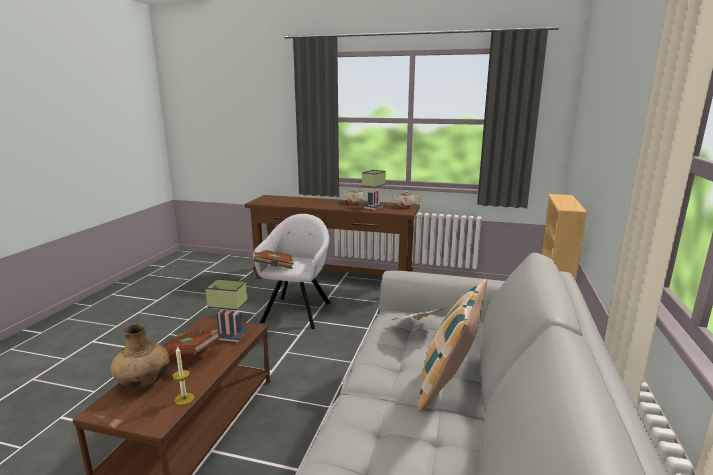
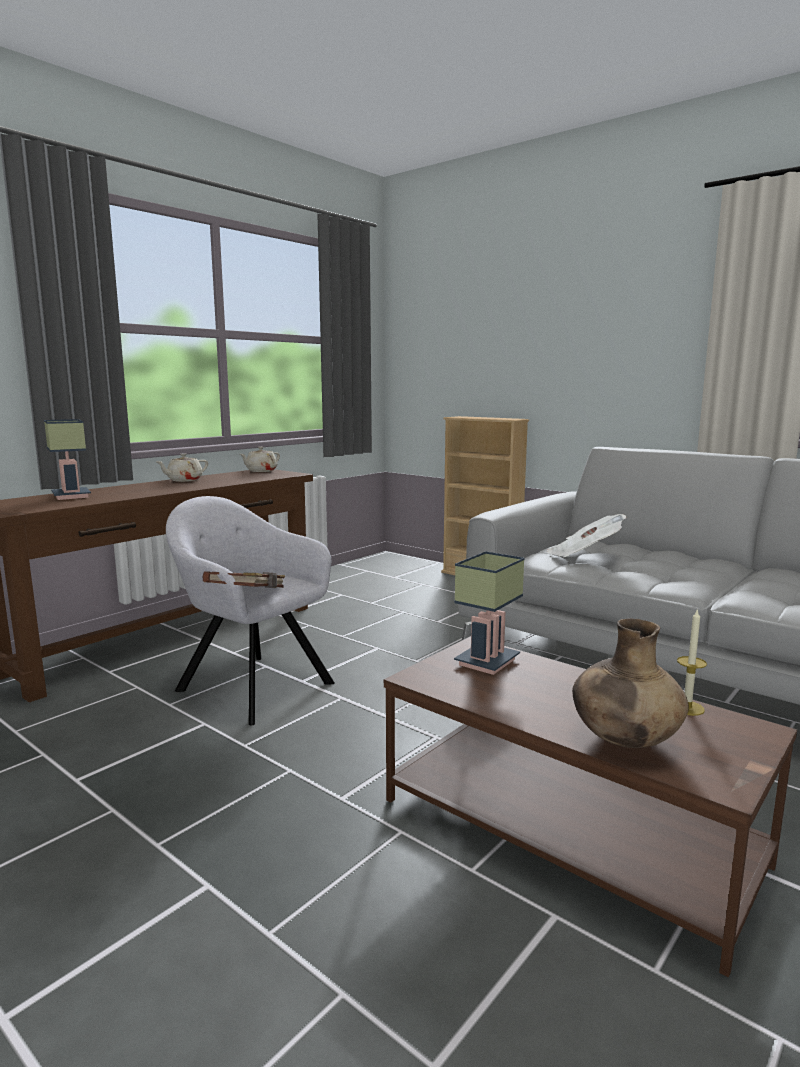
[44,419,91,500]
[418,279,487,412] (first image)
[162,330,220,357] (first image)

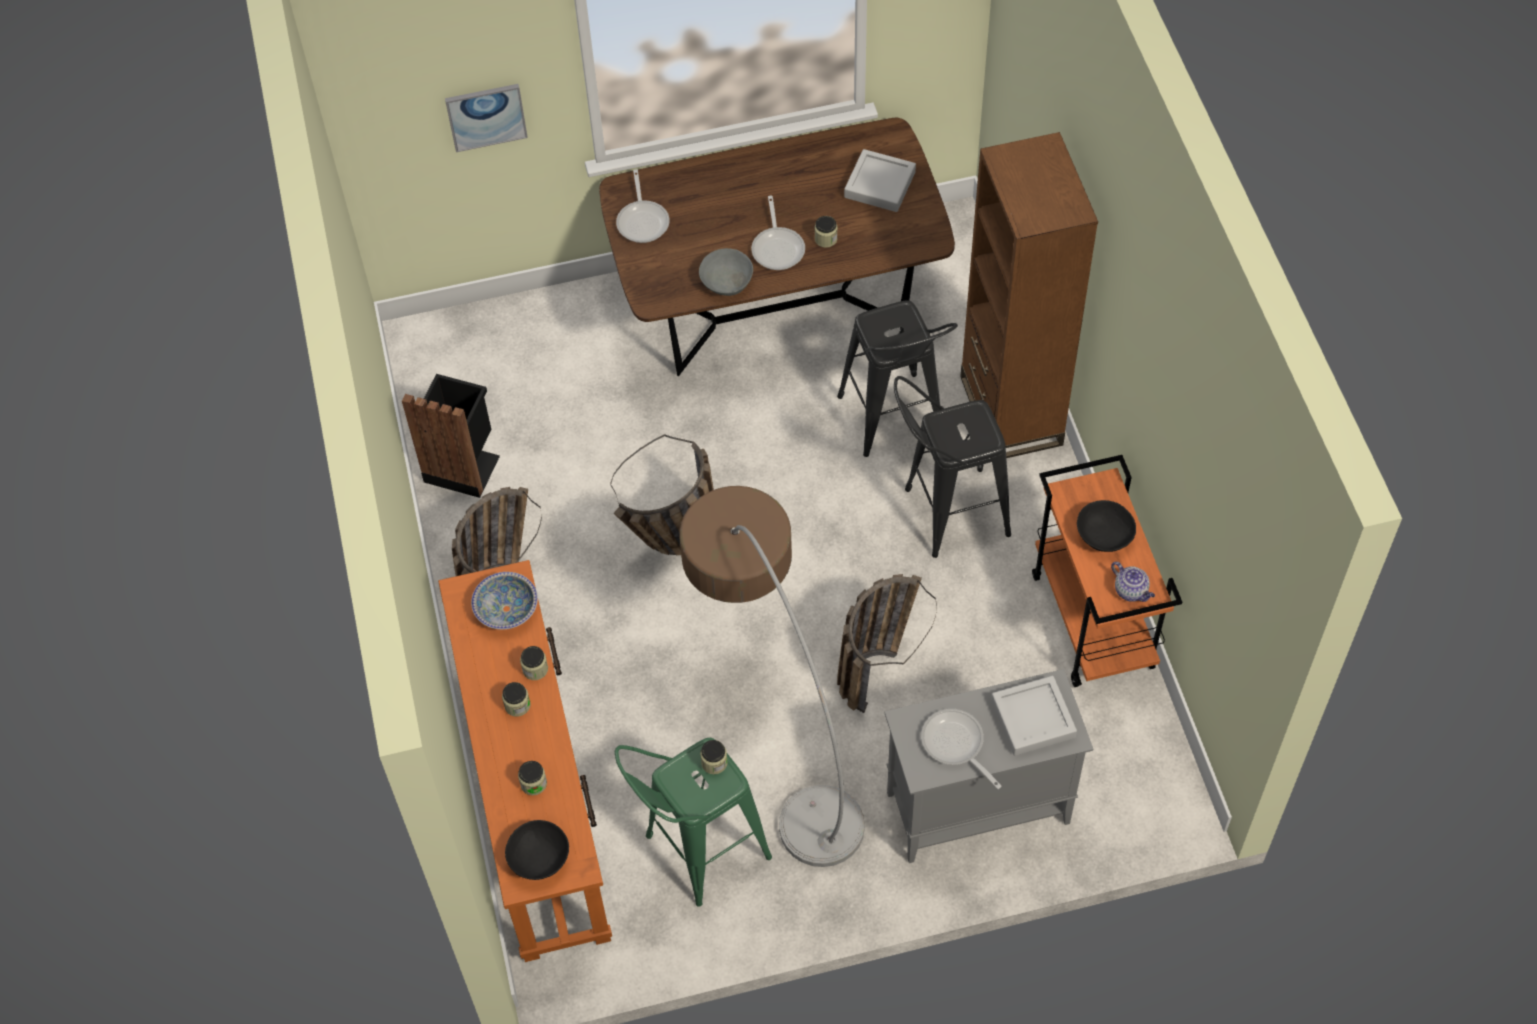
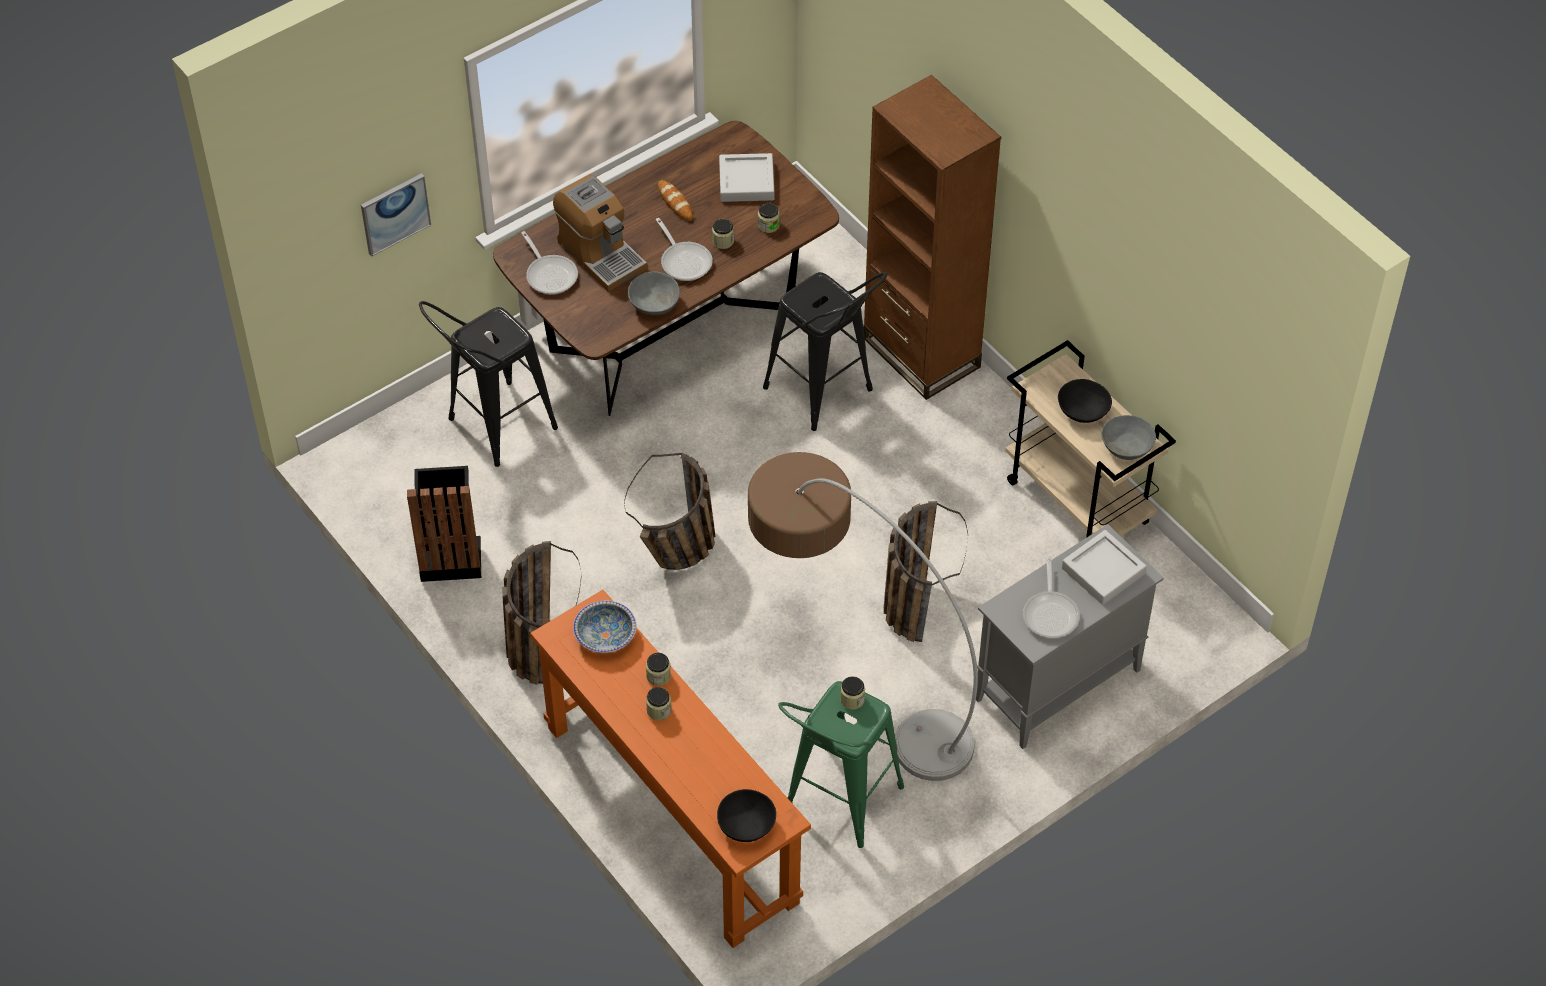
[419,301,558,467]
[1005,340,1176,538]
[1101,415,1156,460]
[1023,556,1080,638]
[758,203,780,233]
[553,174,648,292]
[658,180,693,221]

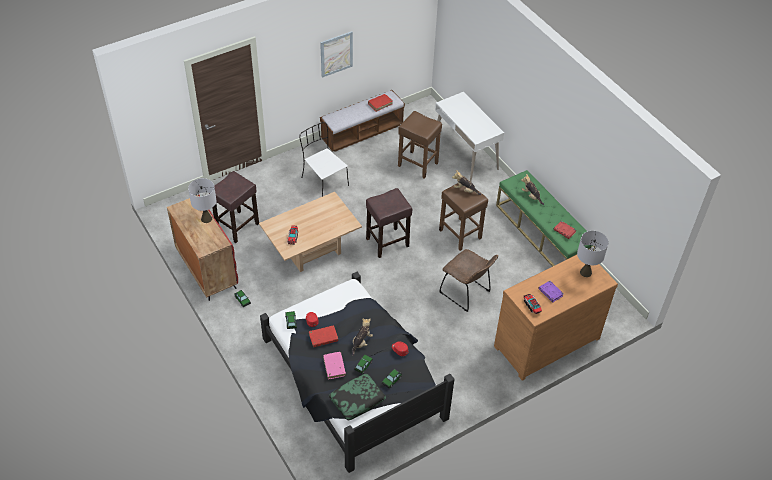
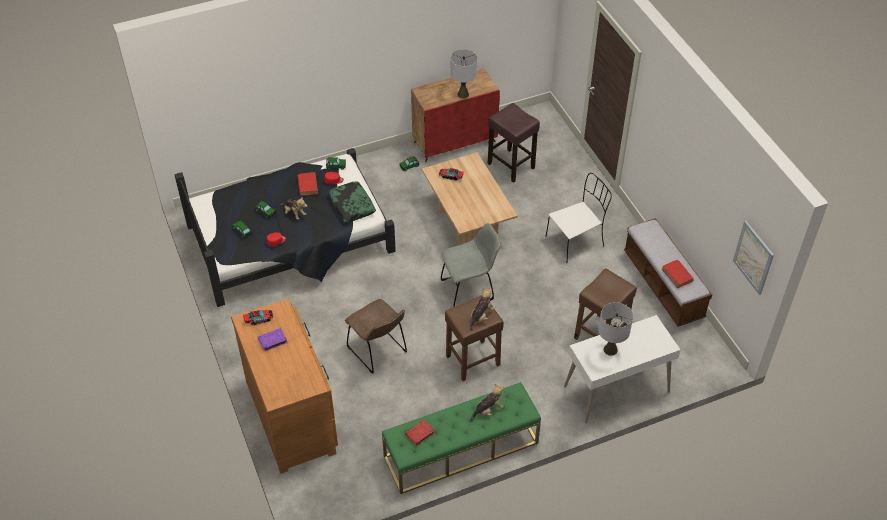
[733,221,774,295]
[441,223,500,307]
[598,302,633,356]
[345,299,407,374]
[323,352,346,379] (first image)
[327,182,376,222]

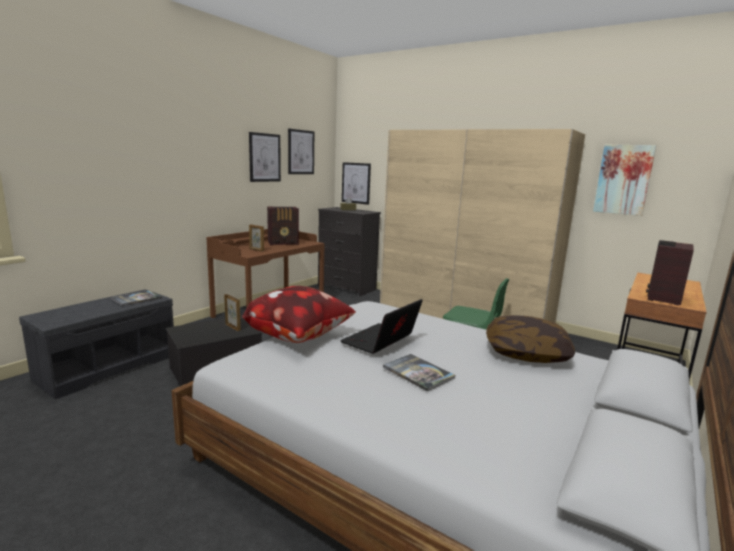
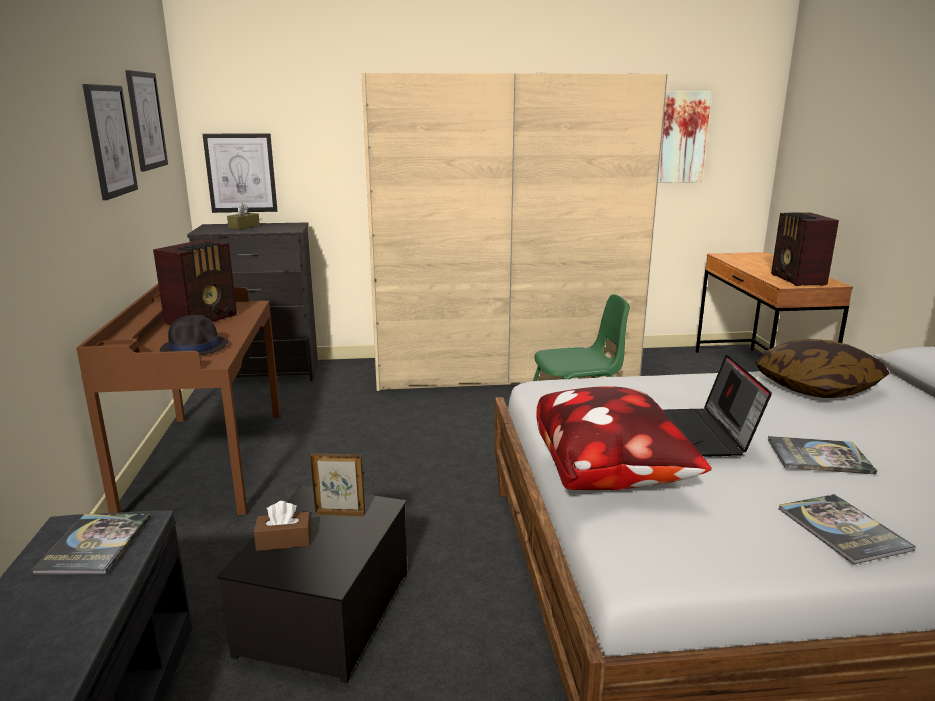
[160,315,228,356]
[779,494,916,564]
[254,501,311,551]

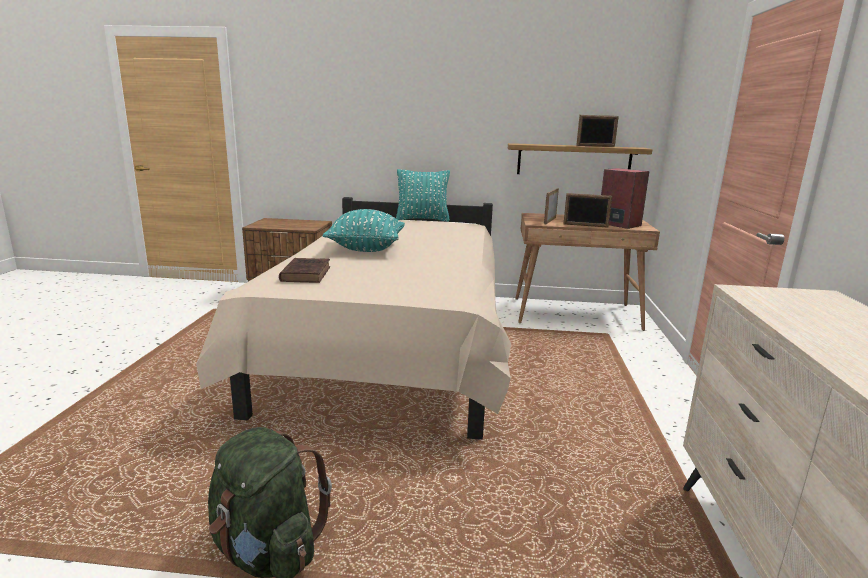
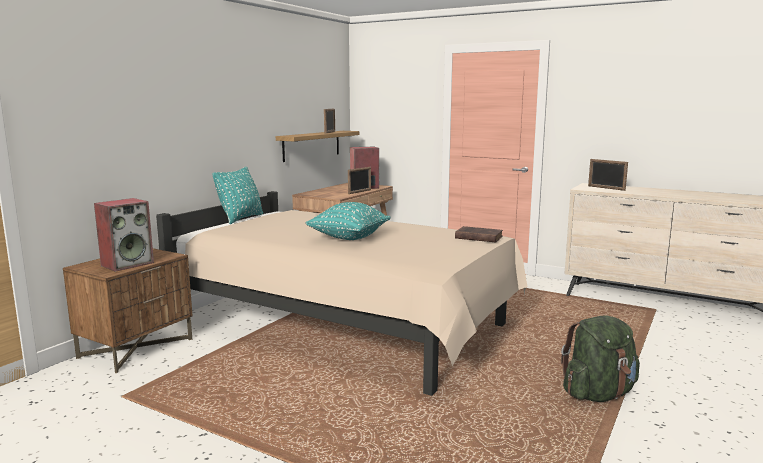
[588,159,628,191]
[455,226,503,243]
[94,198,154,272]

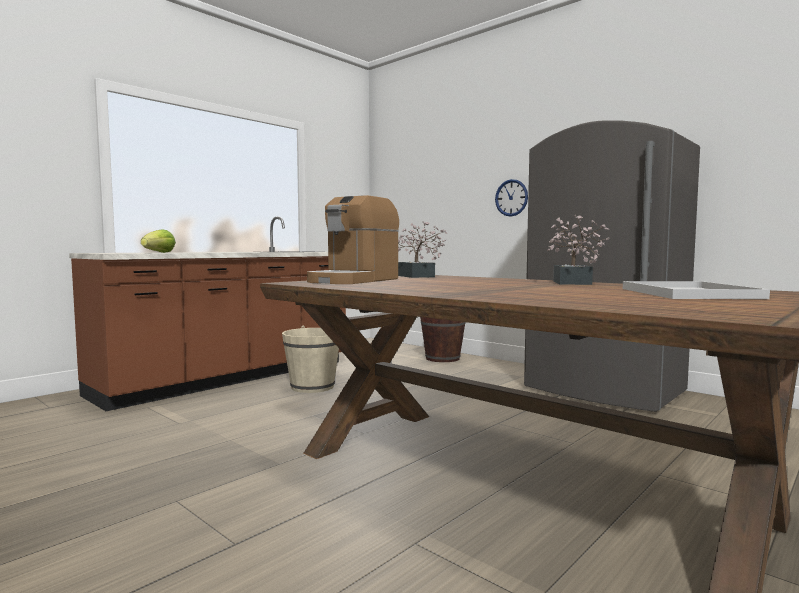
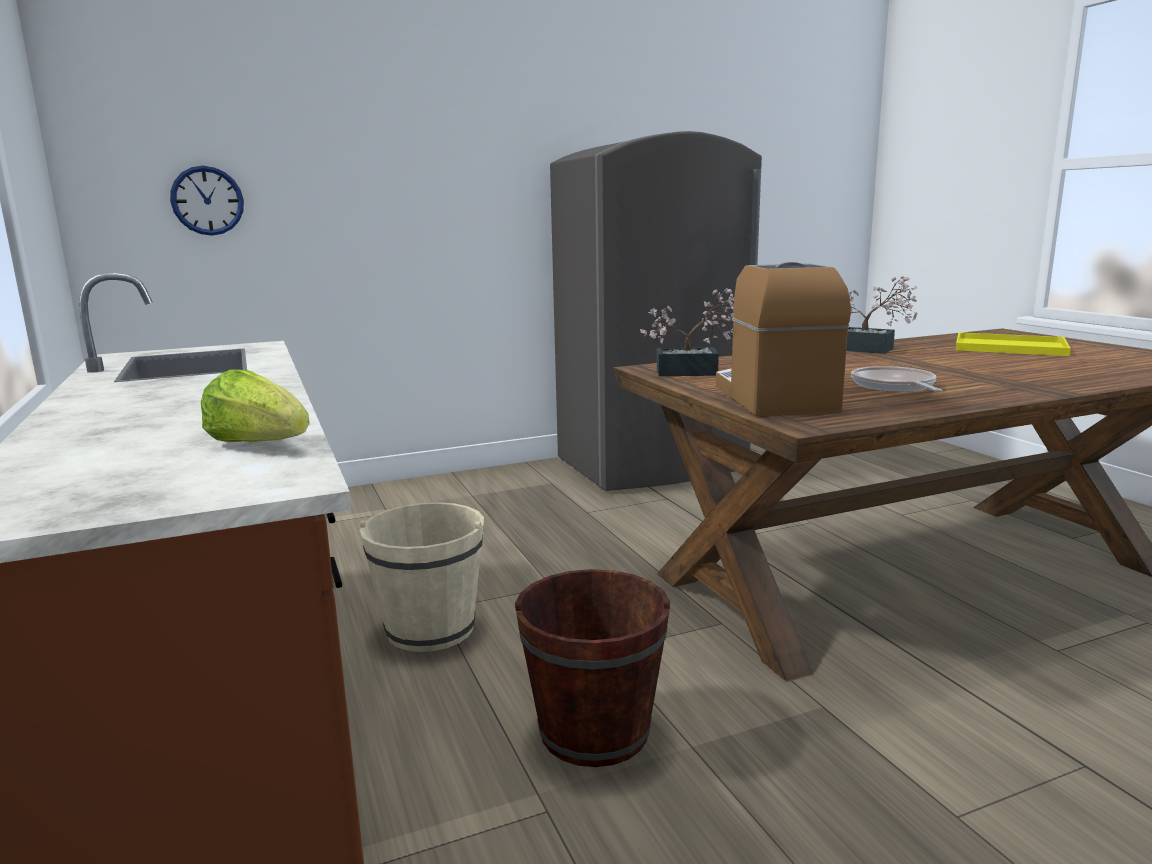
[170,166,244,236]
[716,262,851,416]
[955,332,1071,356]
[515,569,670,767]
[851,366,942,392]

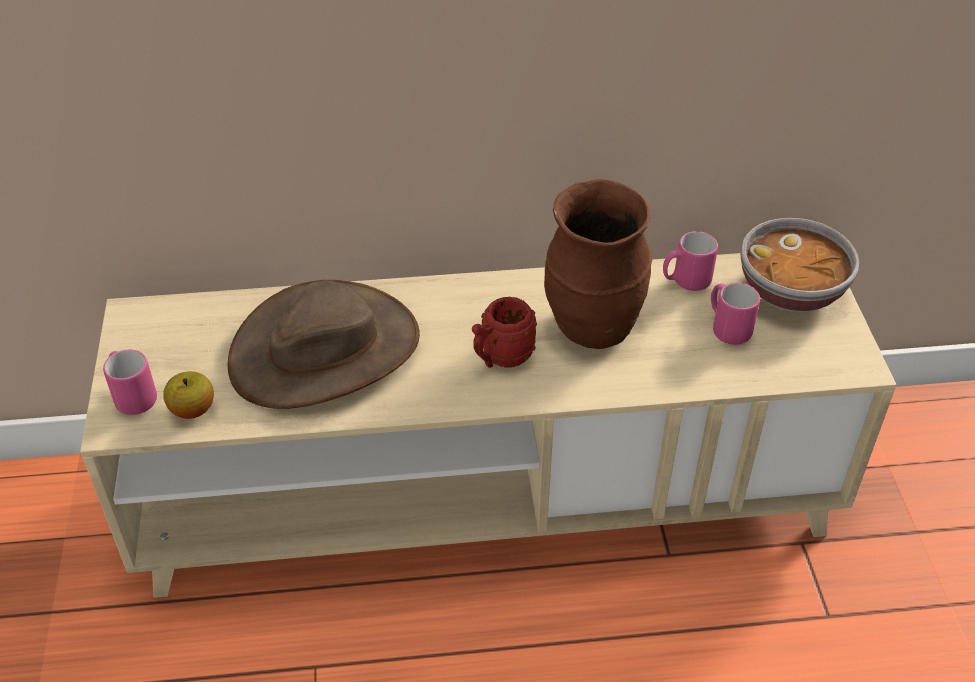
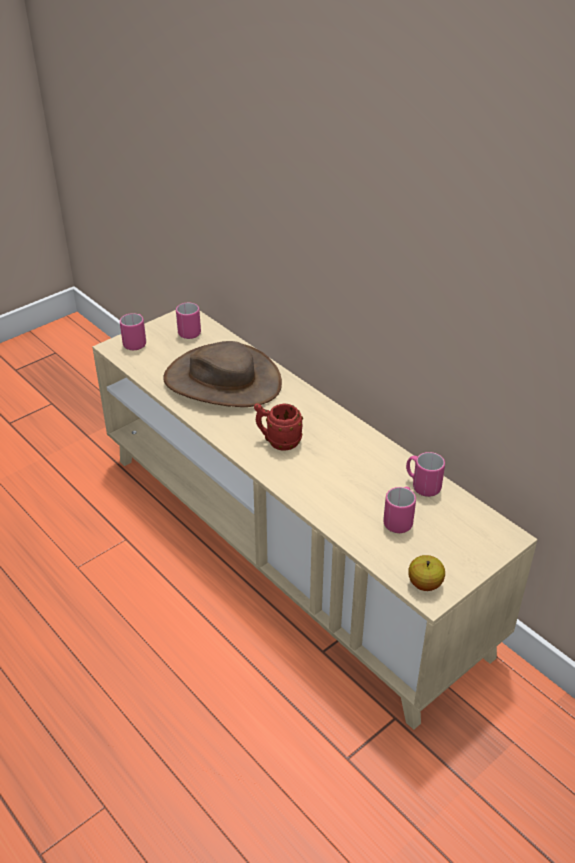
[544,179,652,349] (first image)
[741,218,859,312] (first image)
[408,555,445,591]
[176,303,201,339]

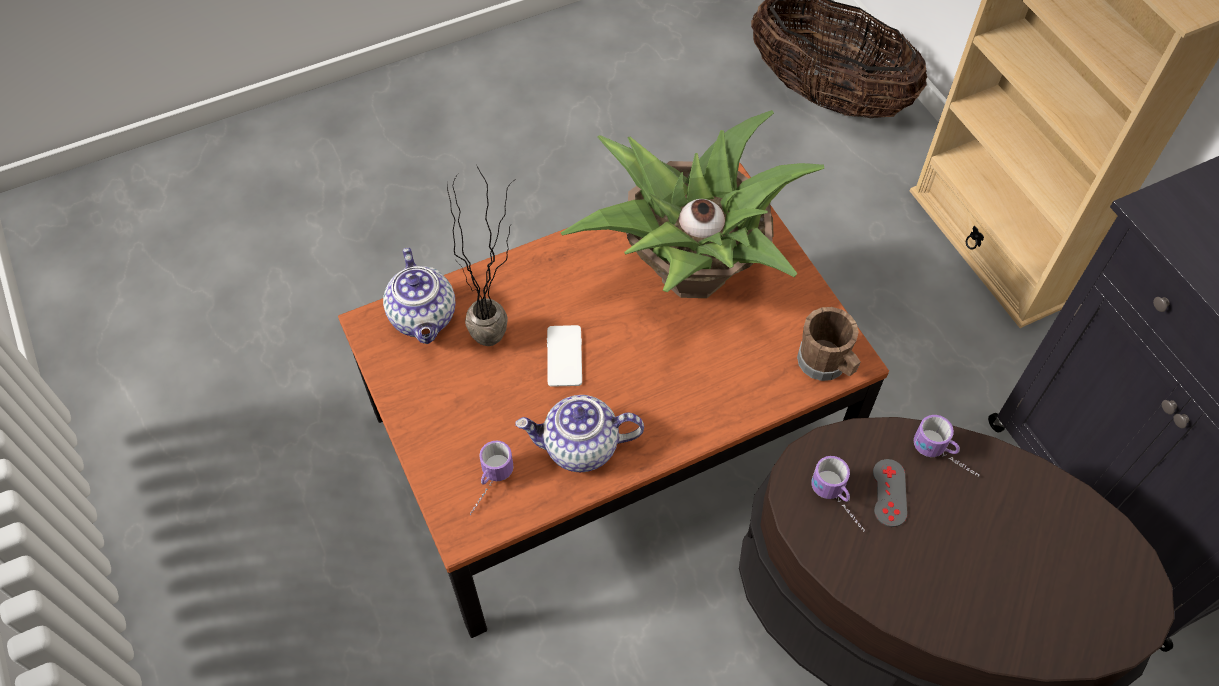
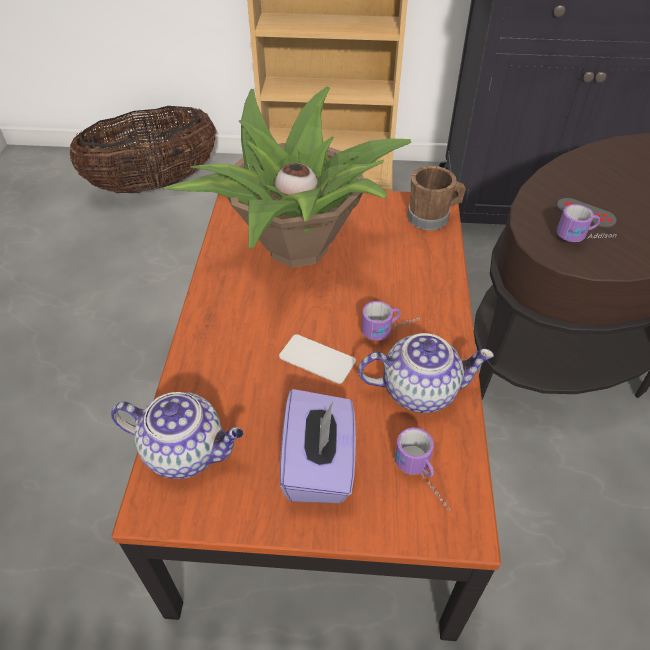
[447,166,516,346] (first image)
[358,333,494,413]
[362,301,420,341]
[280,389,356,503]

